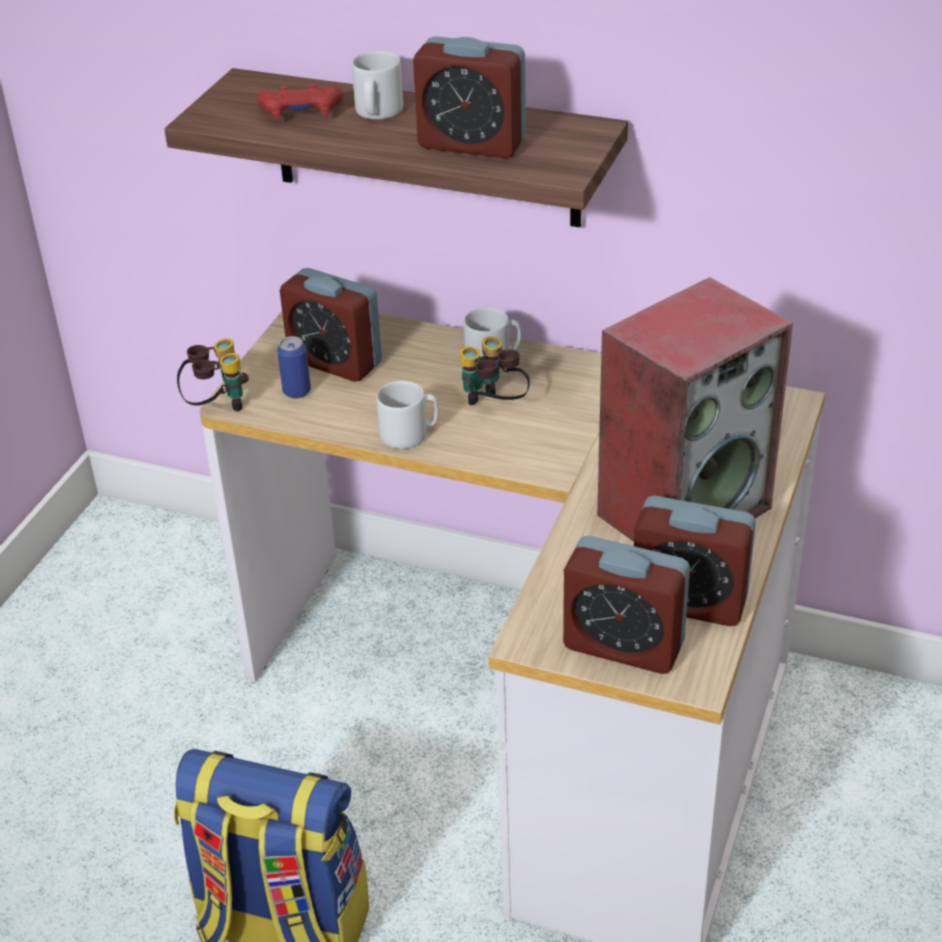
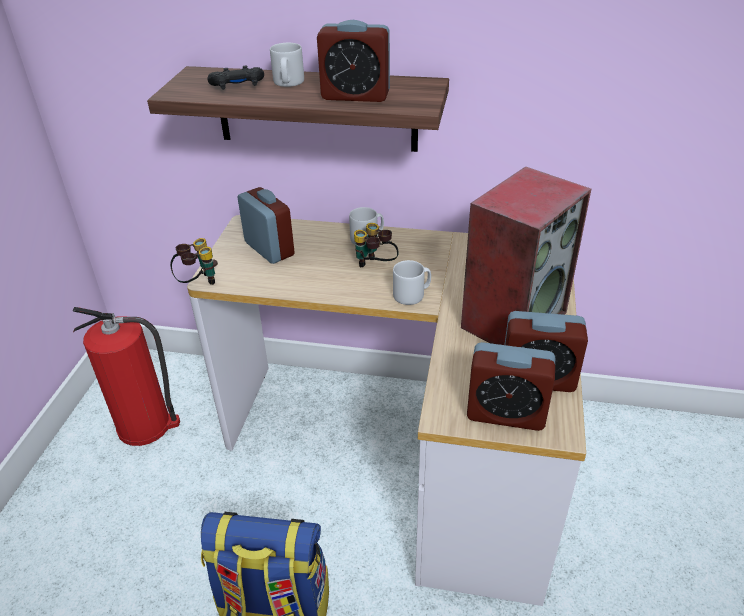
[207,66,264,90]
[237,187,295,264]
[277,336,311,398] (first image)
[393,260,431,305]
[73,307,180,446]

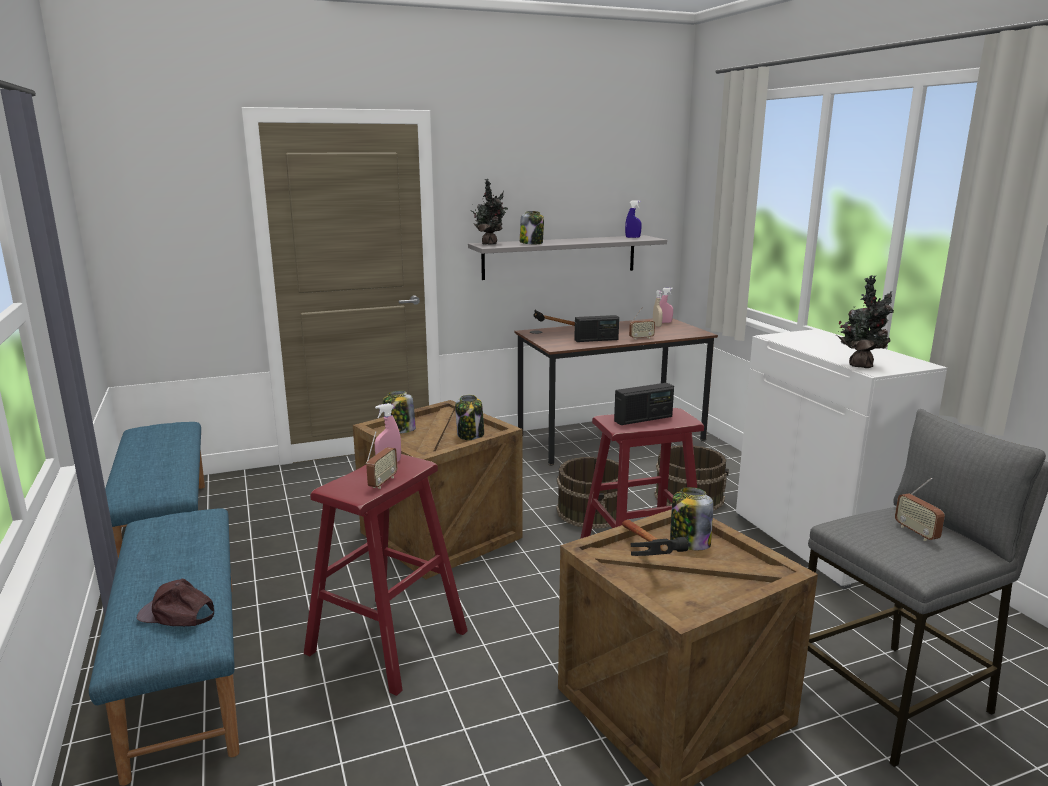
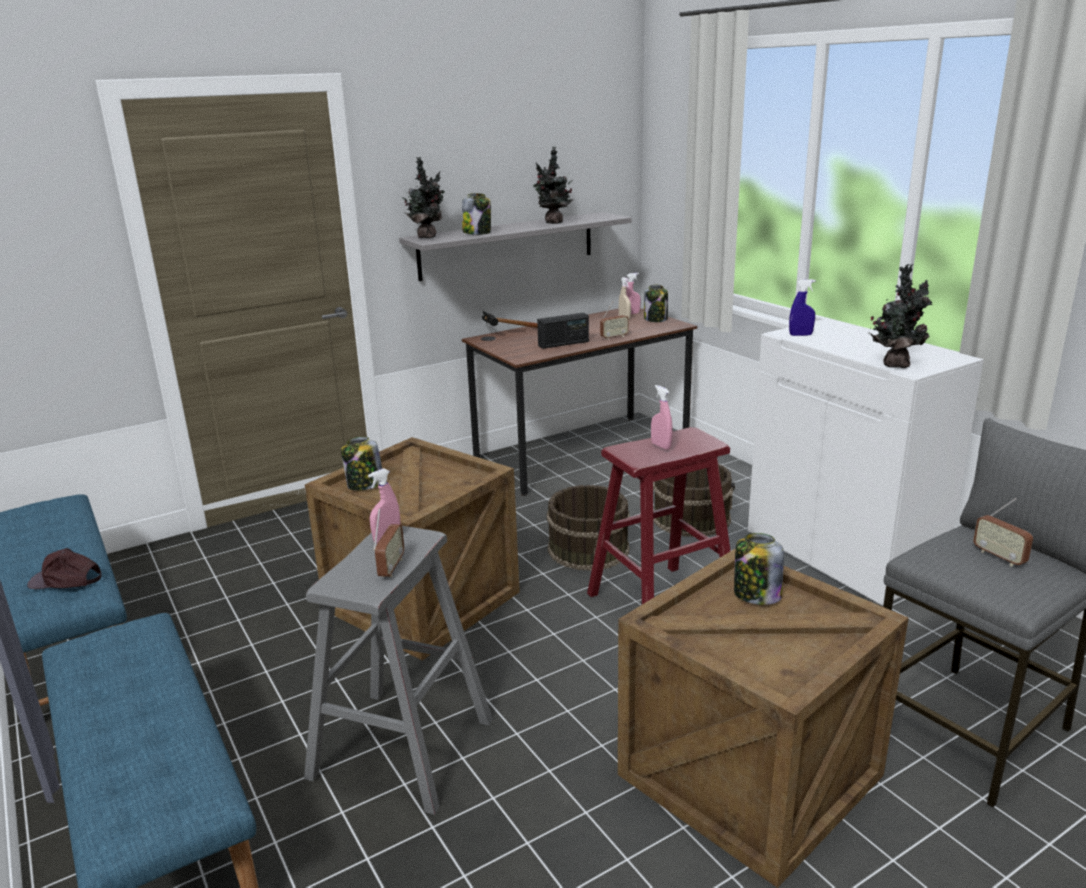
[789,279,815,336]
[651,385,672,450]
[644,285,668,322]
[304,526,493,815]
[622,520,688,556] (first image)
[27,548,102,589]
[533,146,573,224]

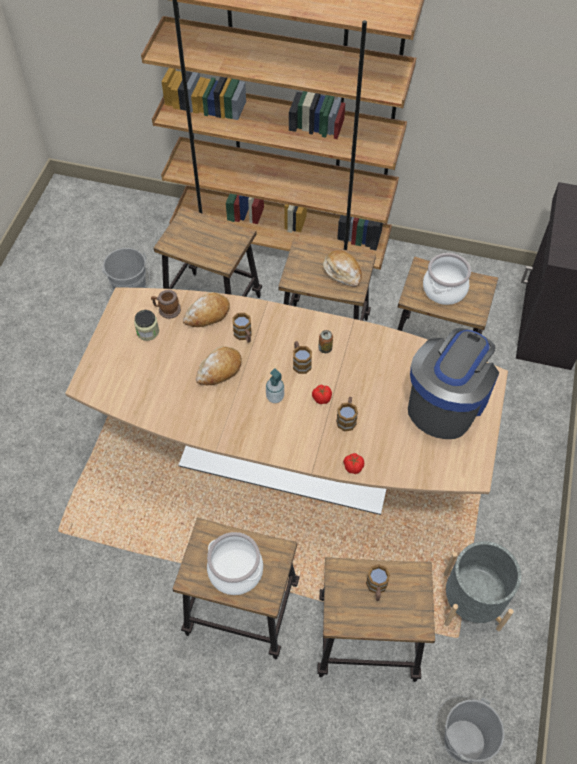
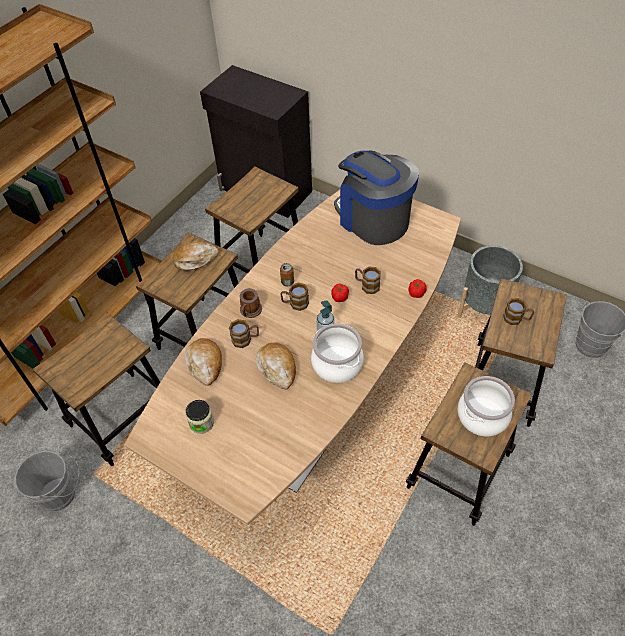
[311,323,364,383]
[240,288,262,318]

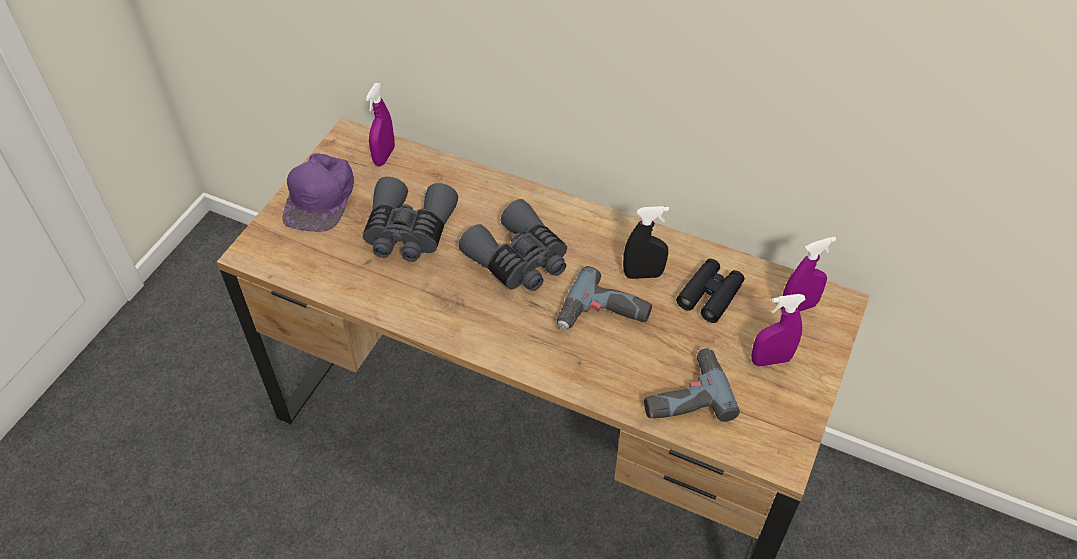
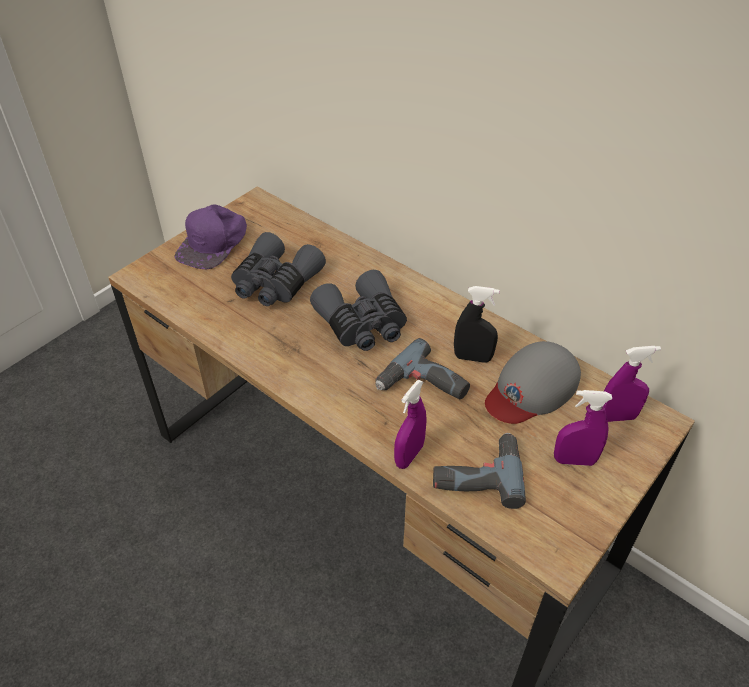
[394,380,427,469]
[485,341,581,424]

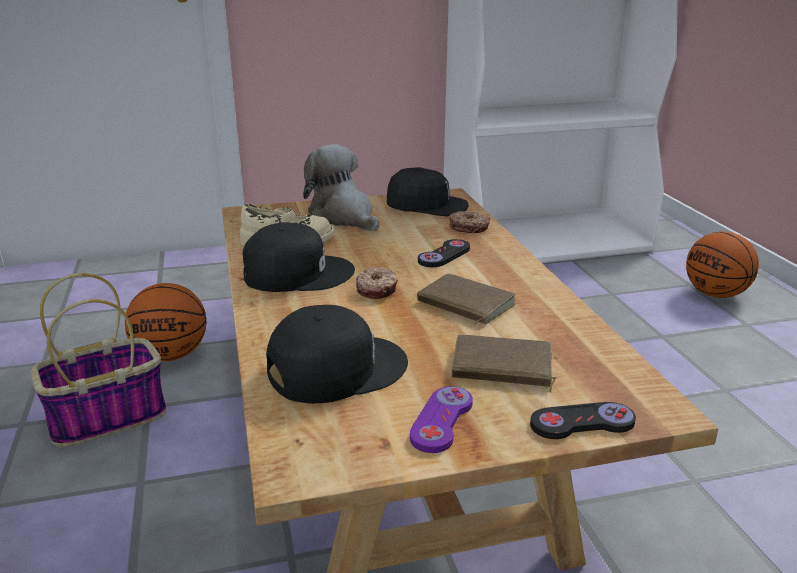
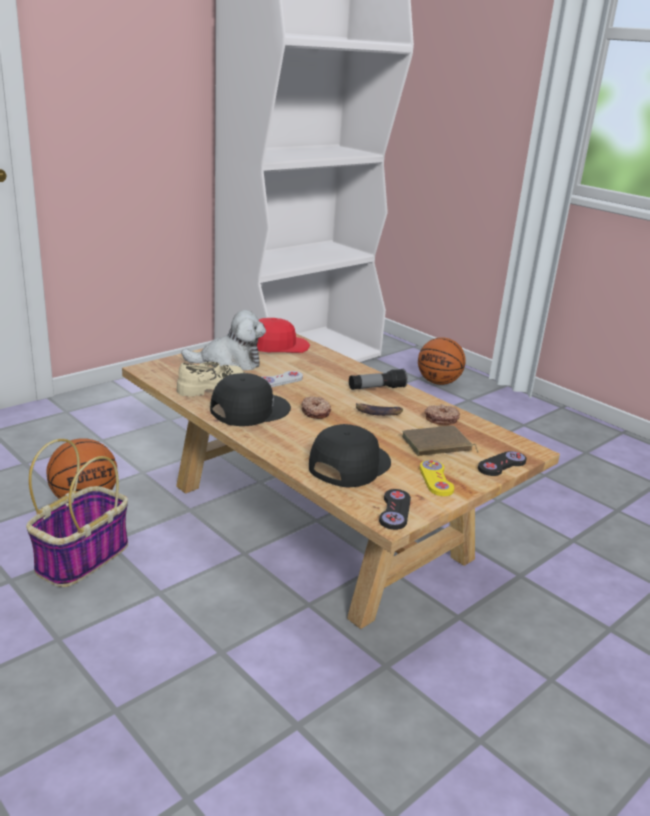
[181,310,266,370]
[257,318,310,353]
[424,404,460,425]
[379,489,411,530]
[356,403,403,416]
[420,460,454,496]
[349,369,408,390]
[262,371,303,387]

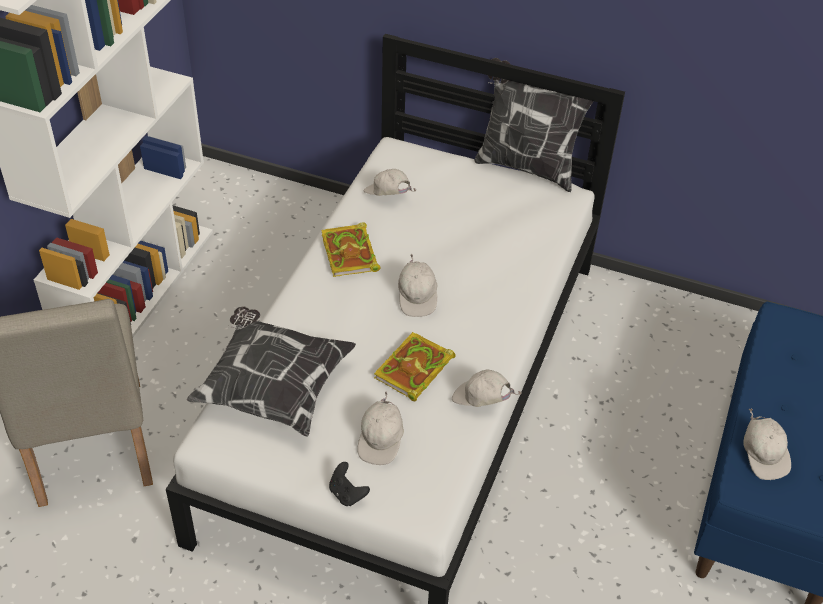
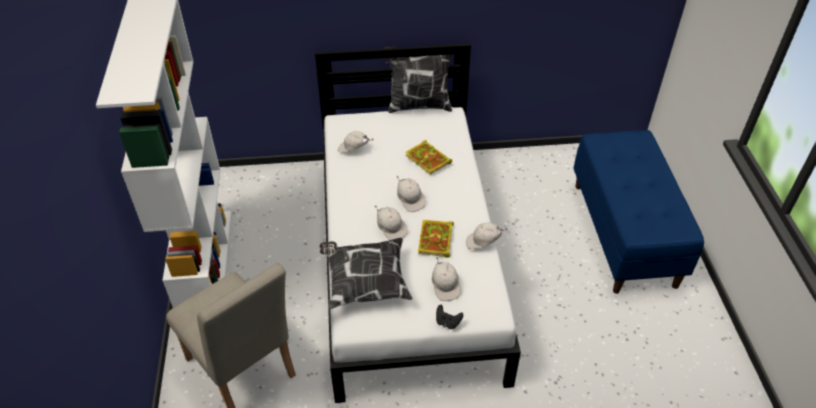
[405,140,452,175]
[374,205,408,240]

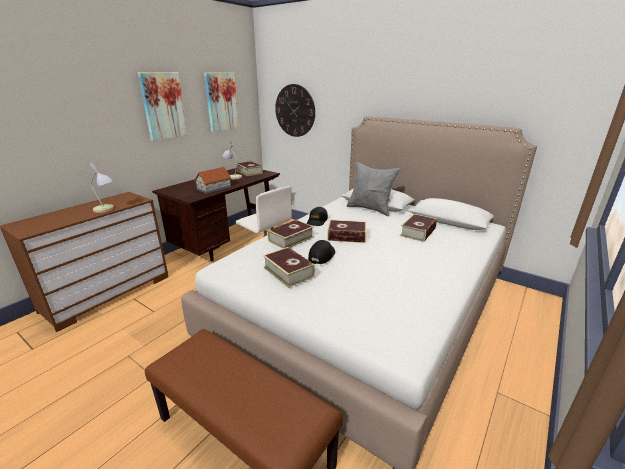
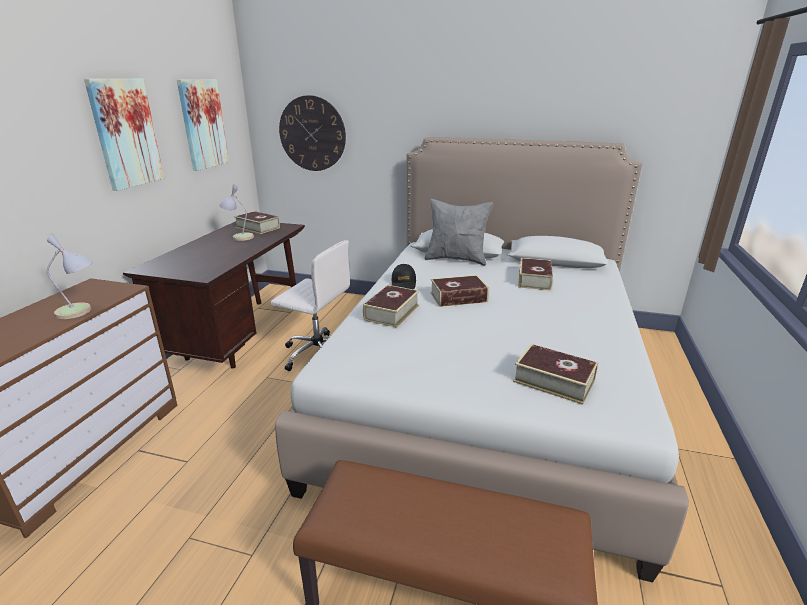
[194,167,231,194] (first image)
[308,240,335,264] (first image)
[513,344,598,405]

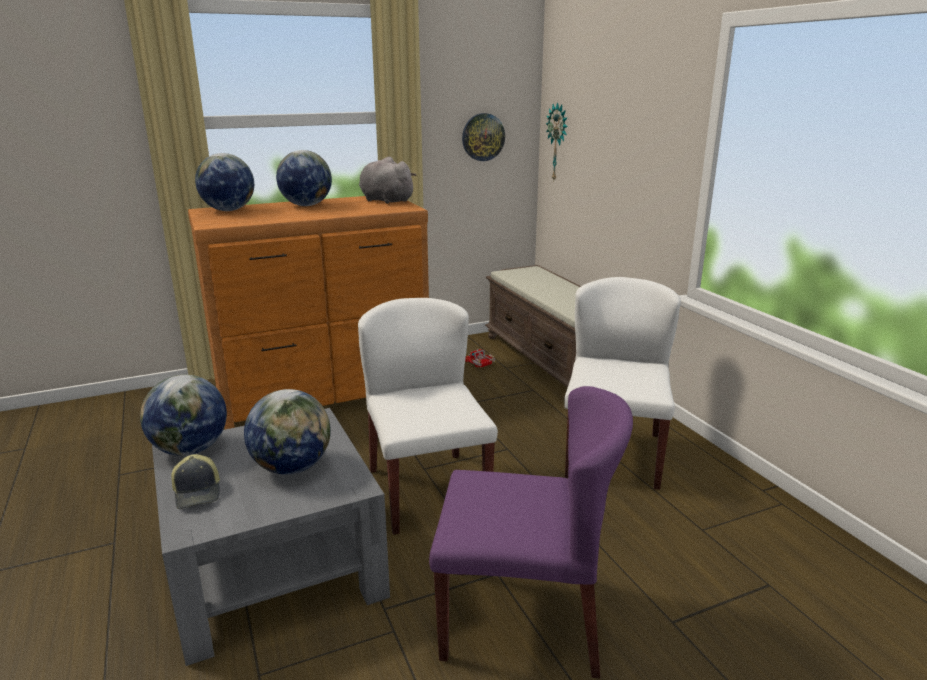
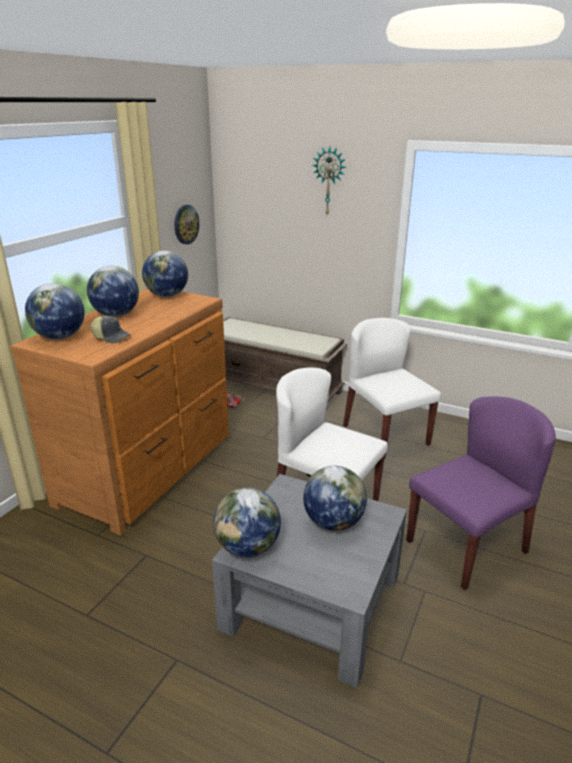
[312,147,346,215]
[142,250,188,297]
[91,316,131,343]

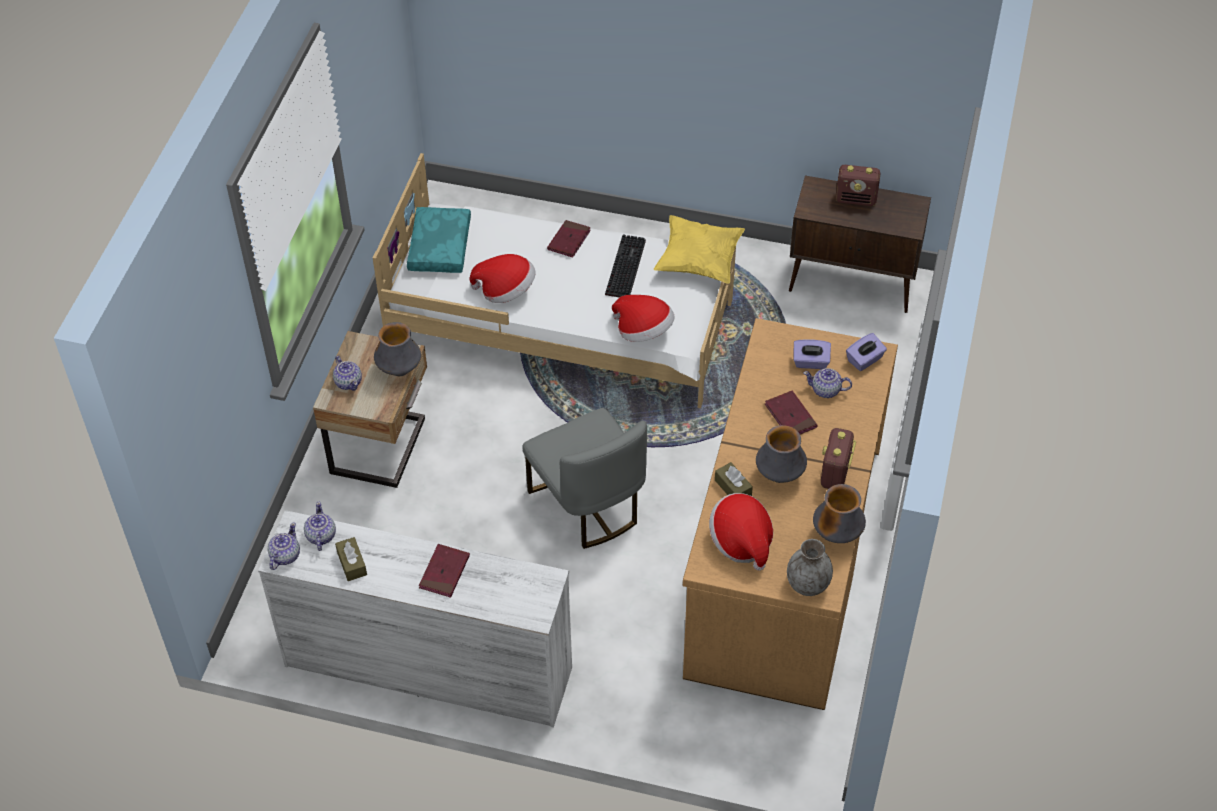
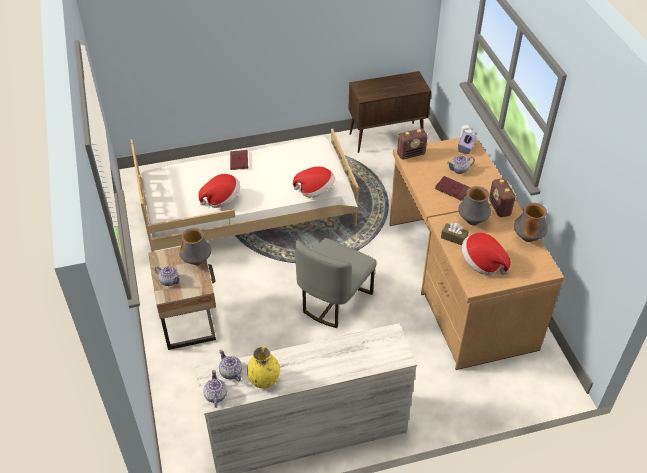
[397,128,428,160]
[407,207,471,273] (first image)
[654,215,745,284] (first image)
[605,234,646,297] (first image)
[793,339,831,369] (first image)
[295,238,377,328]
[247,347,280,389]
[787,539,833,596] (first image)
[419,544,470,598] (first image)

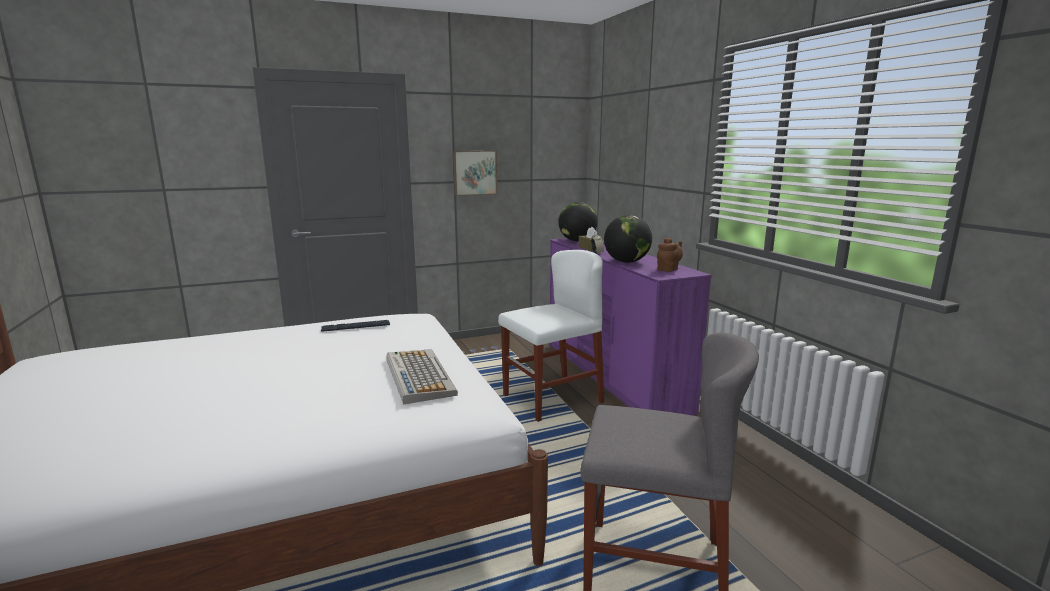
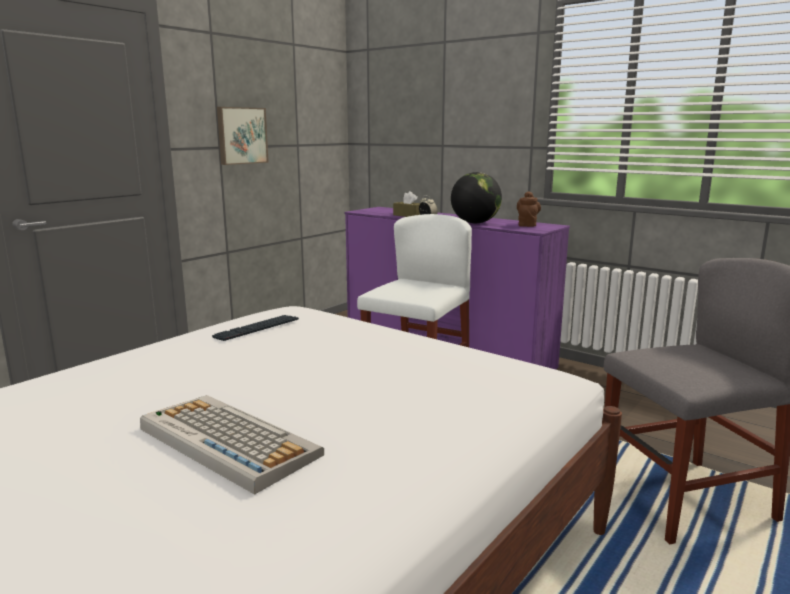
[558,202,598,241] (first image)
[140,395,324,495]

